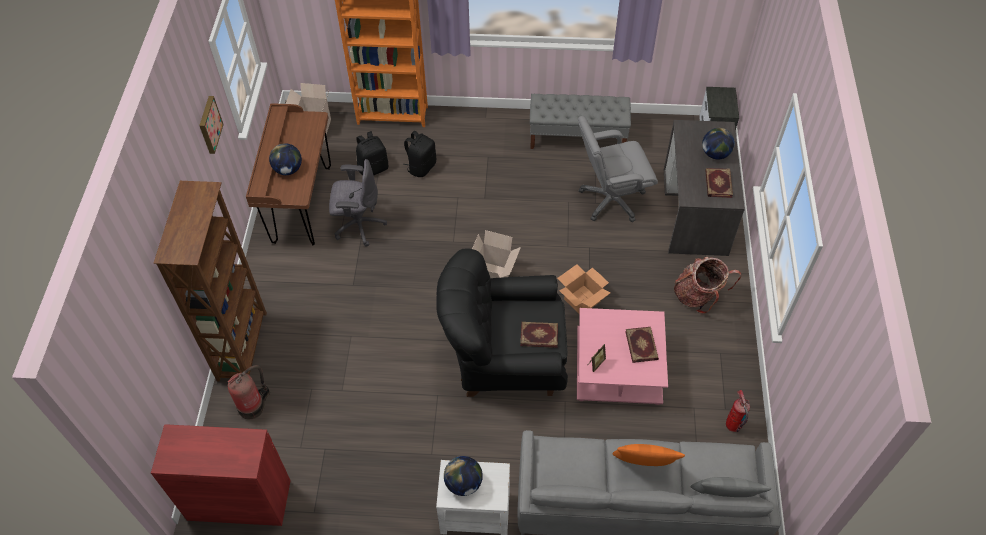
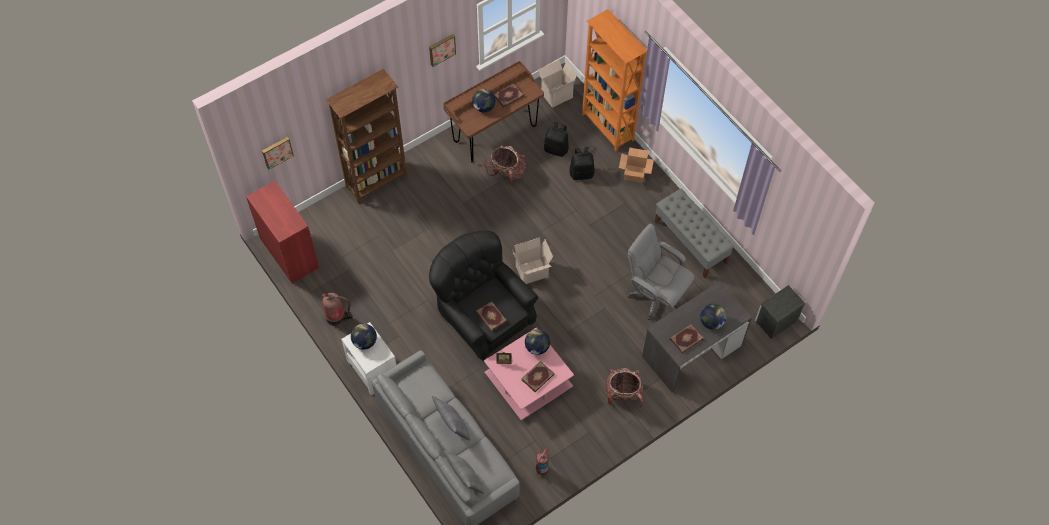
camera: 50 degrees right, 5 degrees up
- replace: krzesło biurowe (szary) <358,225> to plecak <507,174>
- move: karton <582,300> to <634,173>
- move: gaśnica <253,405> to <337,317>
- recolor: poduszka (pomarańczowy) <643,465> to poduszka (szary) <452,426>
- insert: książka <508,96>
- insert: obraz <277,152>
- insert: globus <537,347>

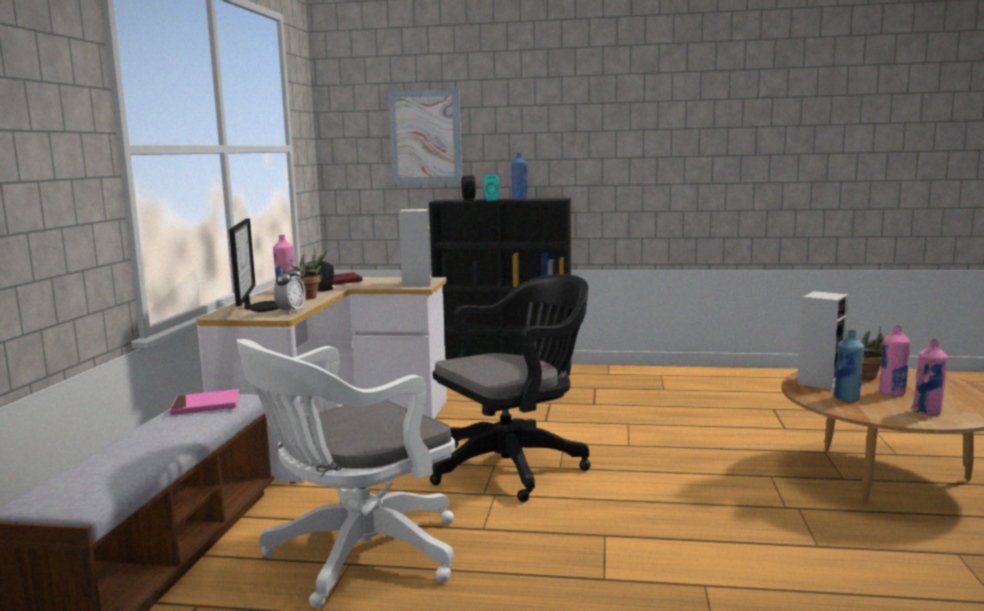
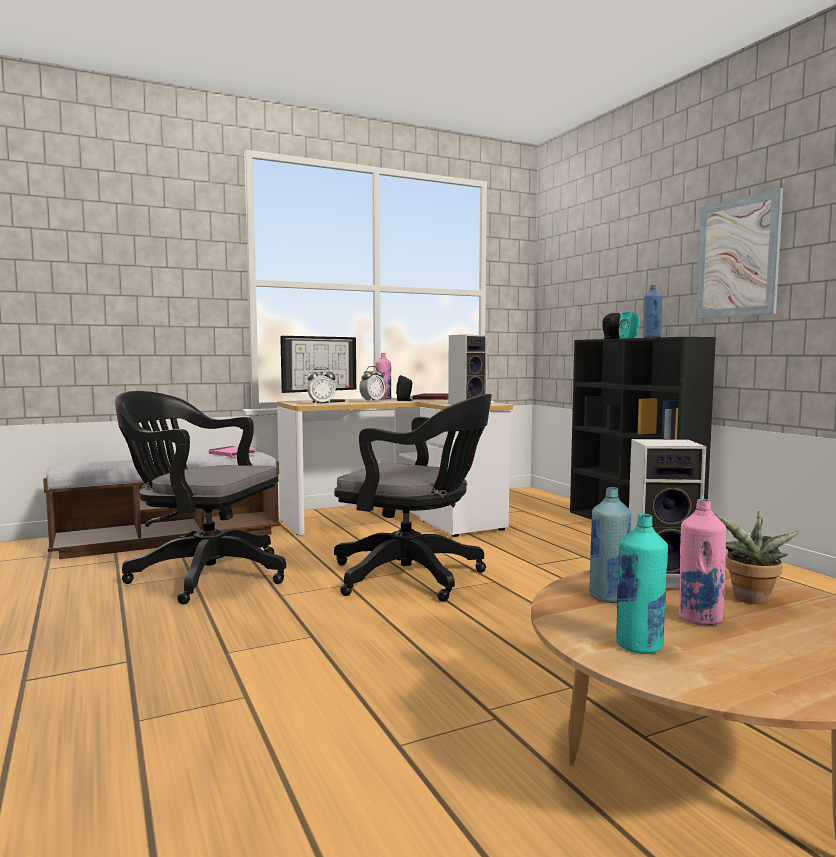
camera: 55 degrees right, 5 degrees down
- move: obraz <425,137> to <737,258>
- replace: roślina doniczkowa <310,297> to budzik <372,401>
- recolor: krzesło biurowe (biały) <356,557> to krzesło biurowe (czarny) <202,575>
- recolor: butelka (różowy) <927,412> to butelka (turkusowy) <639,646>

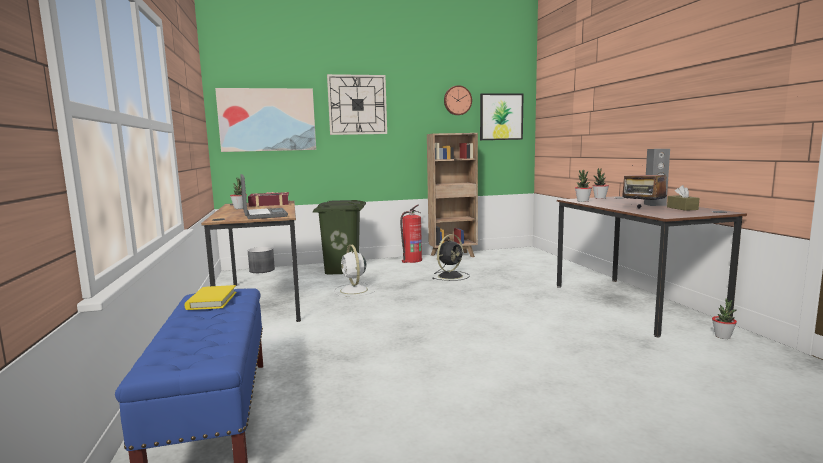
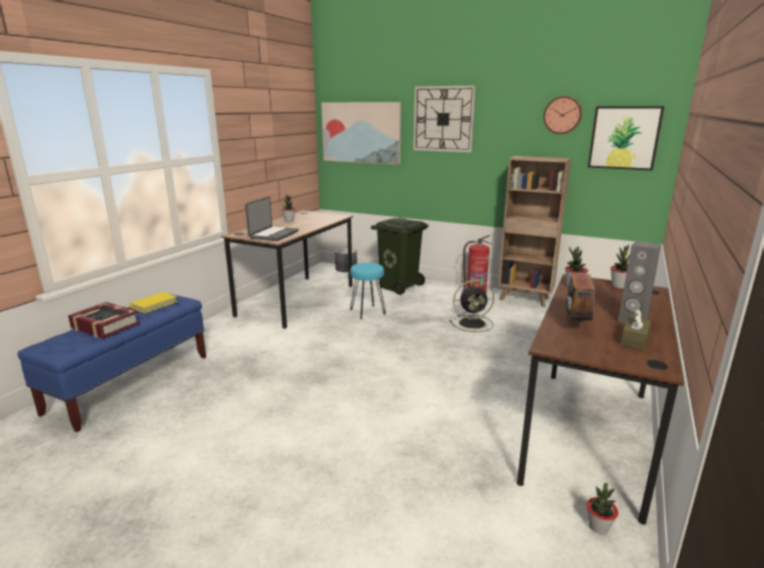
camera: 40 degrees right, 10 degrees up
- move: książka <270,204> to <105,326>
- replace: wentylator (biały) <354,290> to stołek (turkusowy) <367,312>

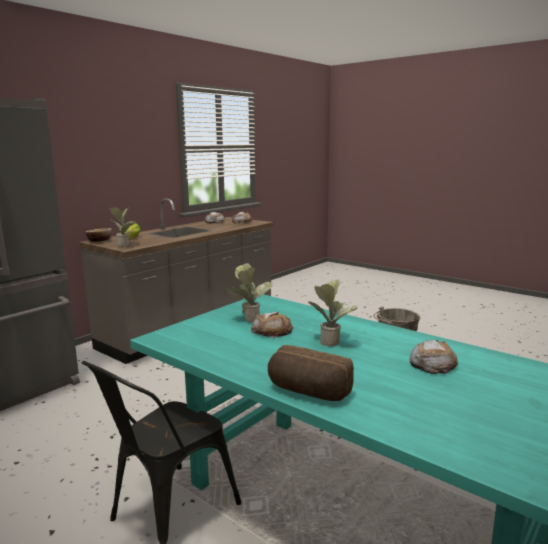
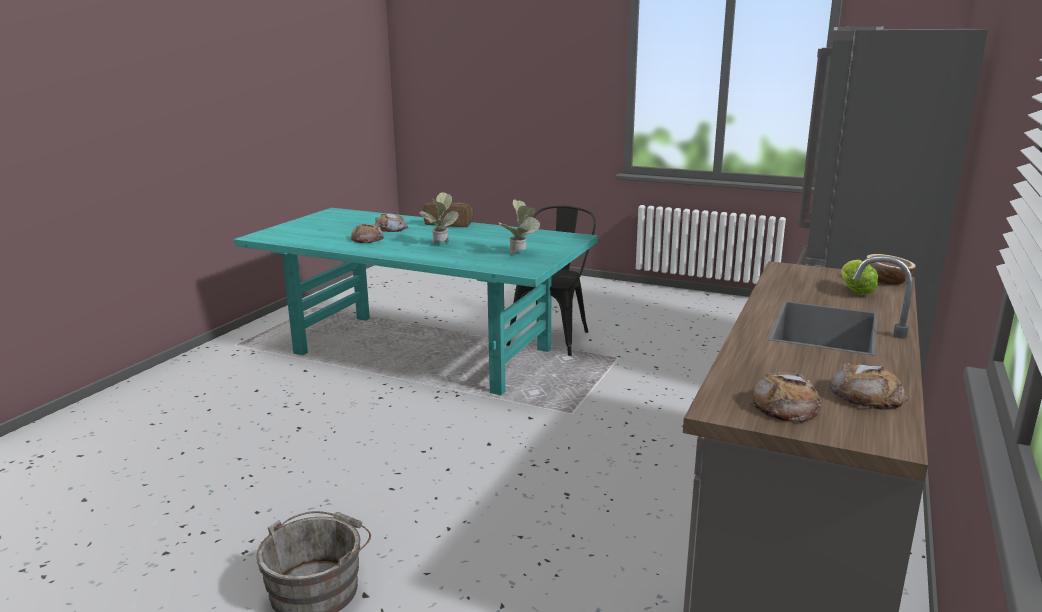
camera: 165 degrees right, 5 degrees up
- delete: roślina doniczkowa <125,245>
- move: chleb <272,330> to <390,228>

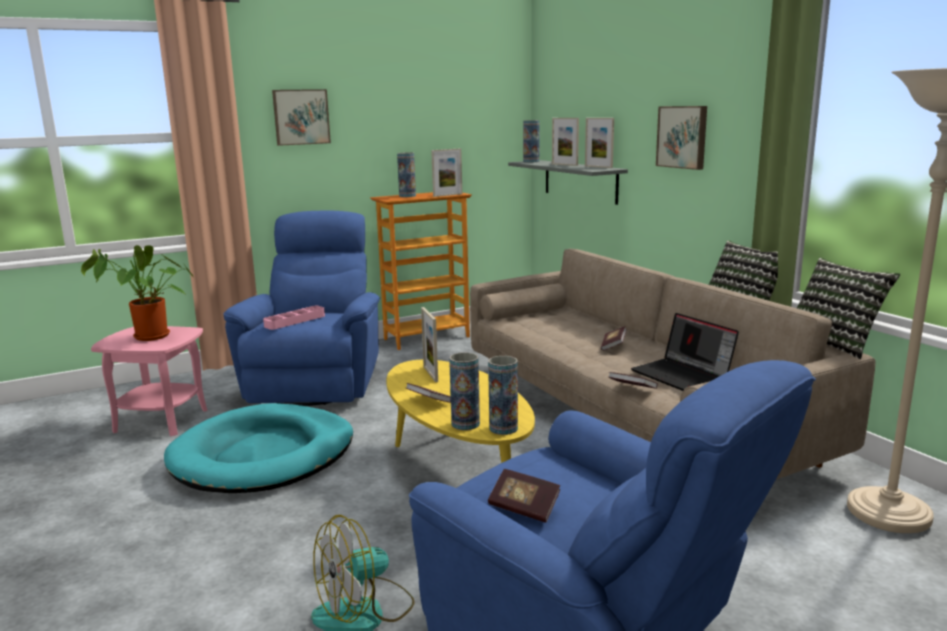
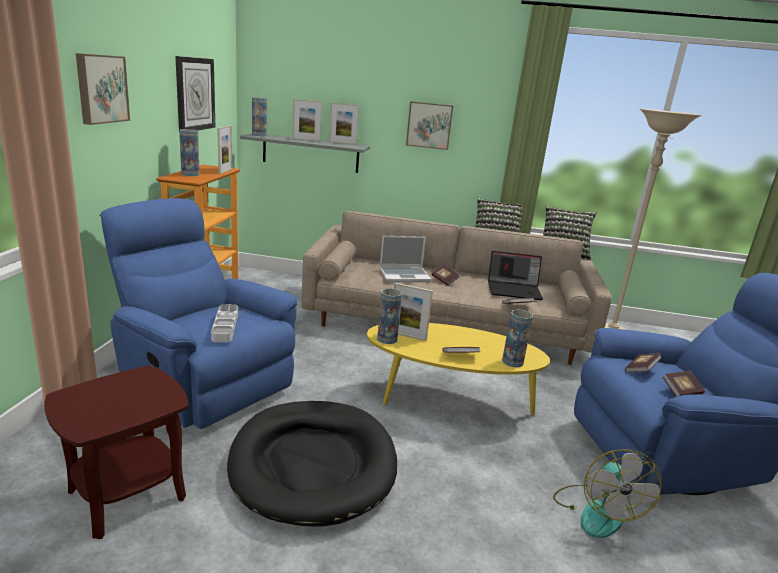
camera: 55 degrees left, 5 degrees up
- delete: roślina doniczkowa <148,337>
- recolor: taca (różowy) <295,321> to taca (szary) <225,326>
- recolor: stolik (różowy) <161,420> to stolik (brązowy) <127,493>
- move: wazon <503,428> to <387,339>
- recolor: legowisko (turkusowy) <264,455> to legowisko (czarny) <313,464>
- insert: zegar ścienny <195,94>
- insert: laptop <405,275>
- insert: książka <641,370>

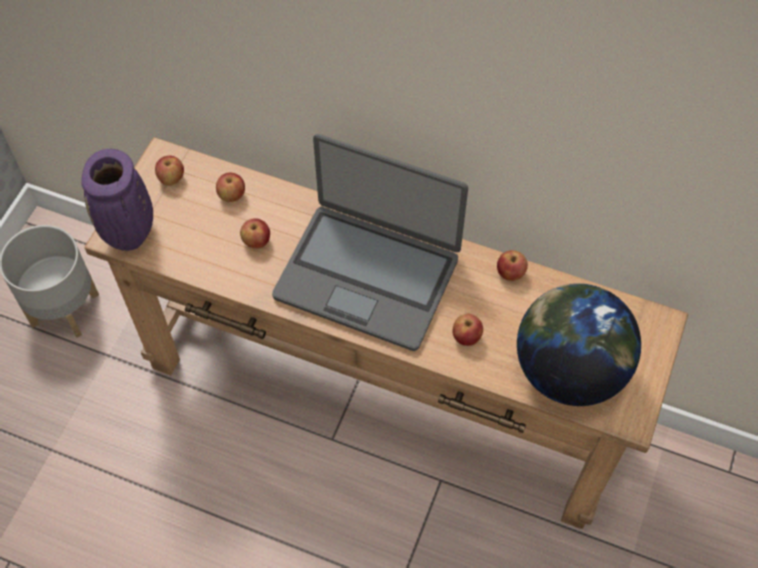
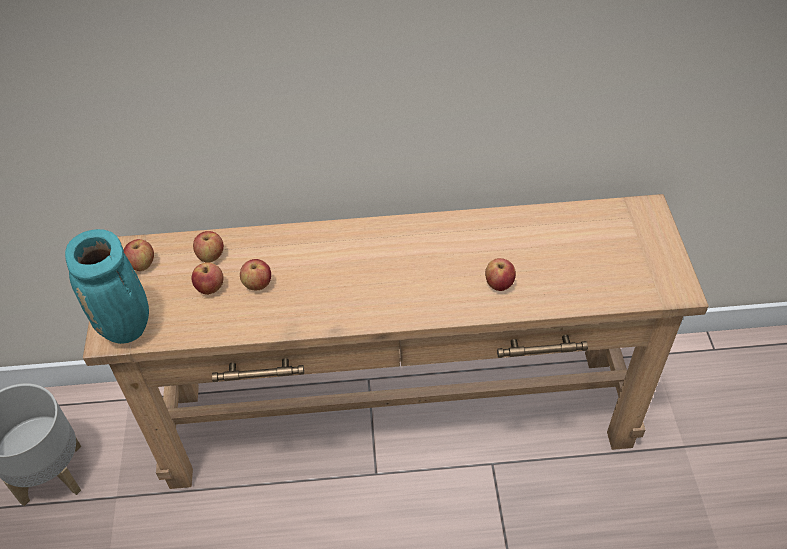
camera: 25 degrees left, 10 degrees down
- delete: laptop <368,275>
- recolor: wazon (fioletowy) <131,235> to wazon (turkusowy) <127,327>
- move: jabłko <510,273> to <210,288>
- delete: globus <568,370>

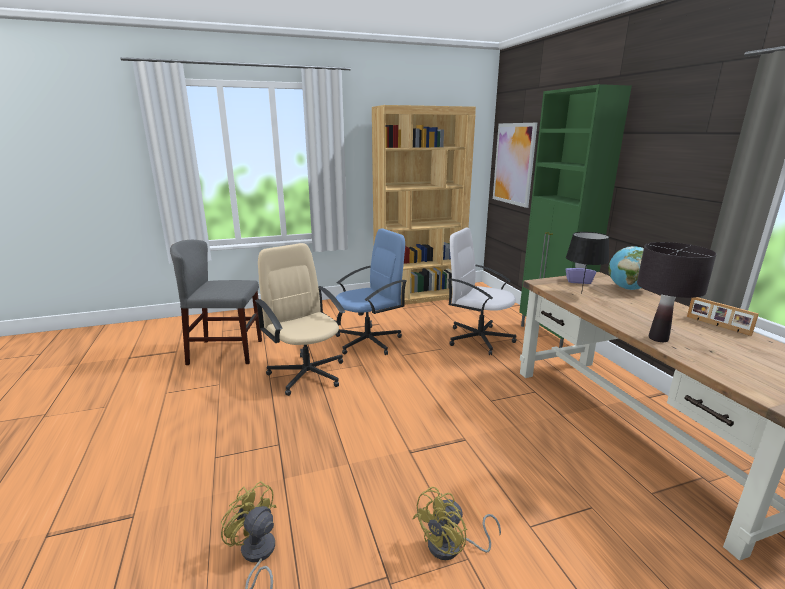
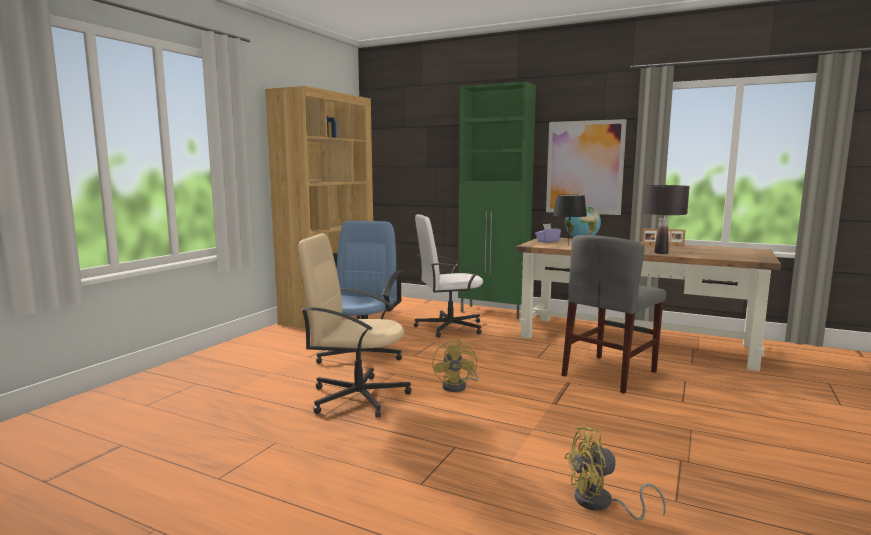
camera: 45 degrees left, 10 degrees down
- move: obraz <514,164> to <584,167>
- move: krzesło (szary) <226,352> to <609,373>
- move: wentylator (żółty) <452,547> to <458,386>

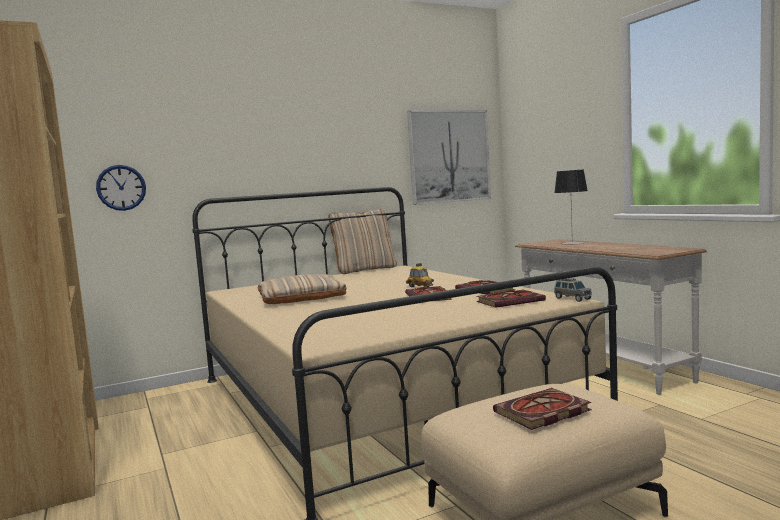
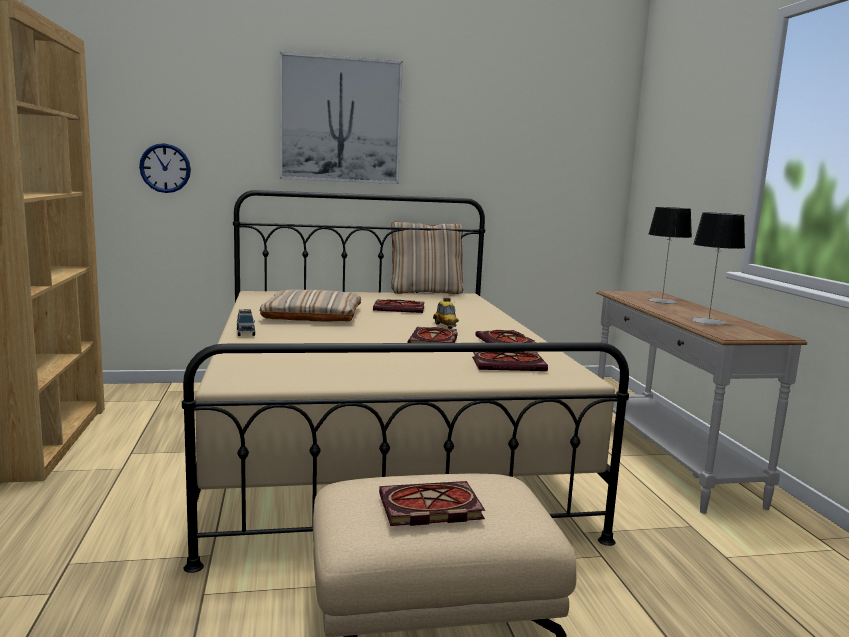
camera: 15 degrees right, 5 degrees up
- move: obraz <449,156> to <340,120>
- move: samochodzik (szary) <572,298> to <245,332>
- insert: lampa stołowa <708,321>
- insert: książka <400,309>

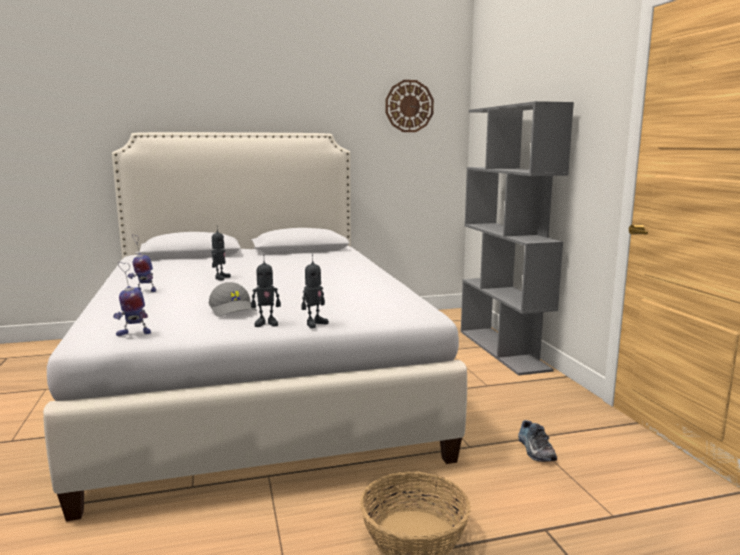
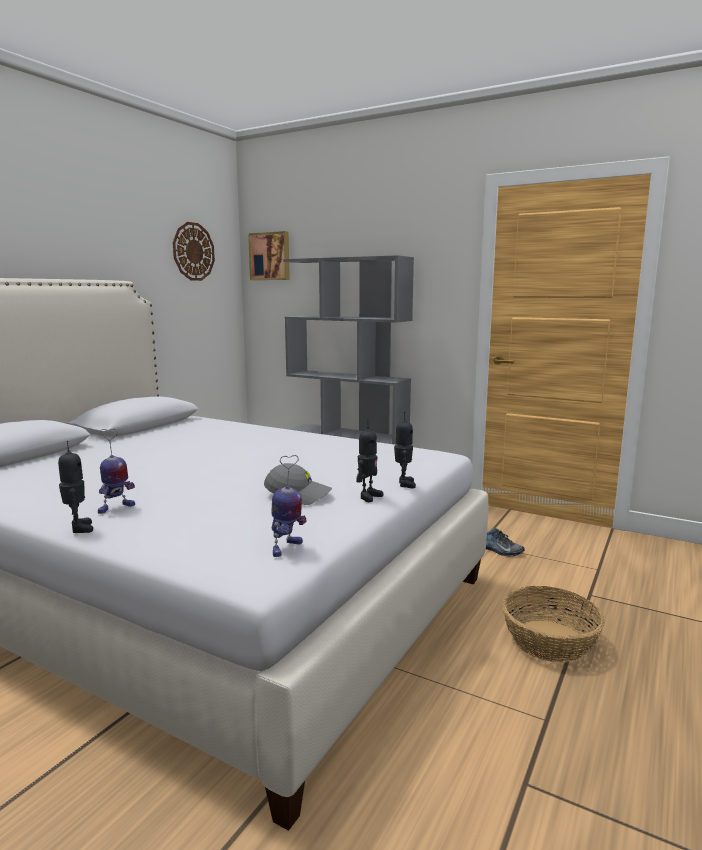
camera: 45 degrees left, 0 degrees up
- move: robot zabawkowy <220,278> to <78,528>
- insert: obraz <270,256>

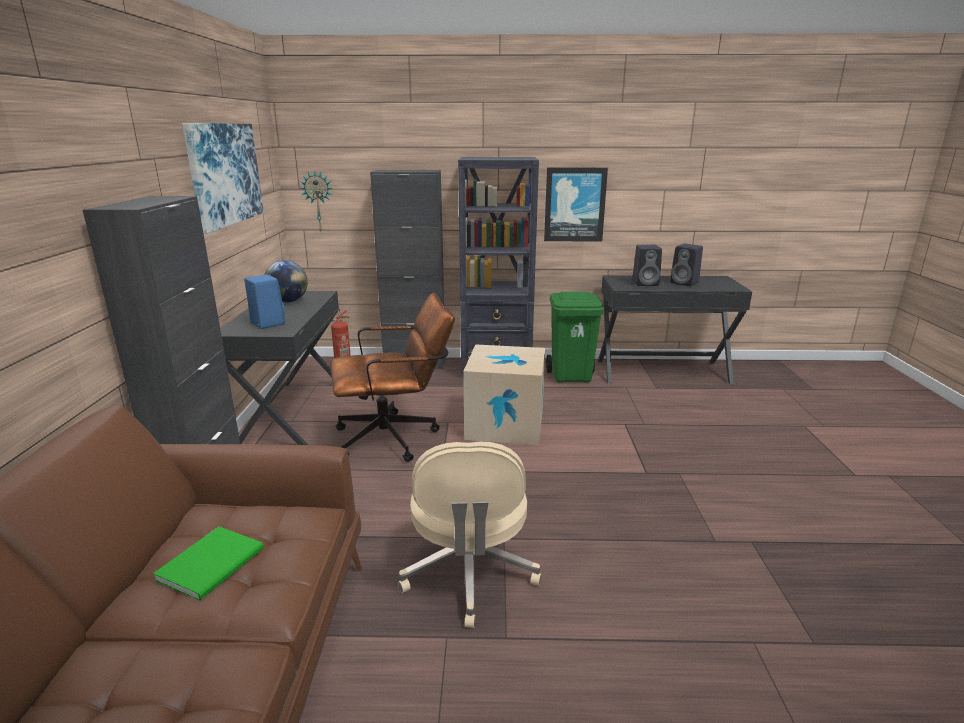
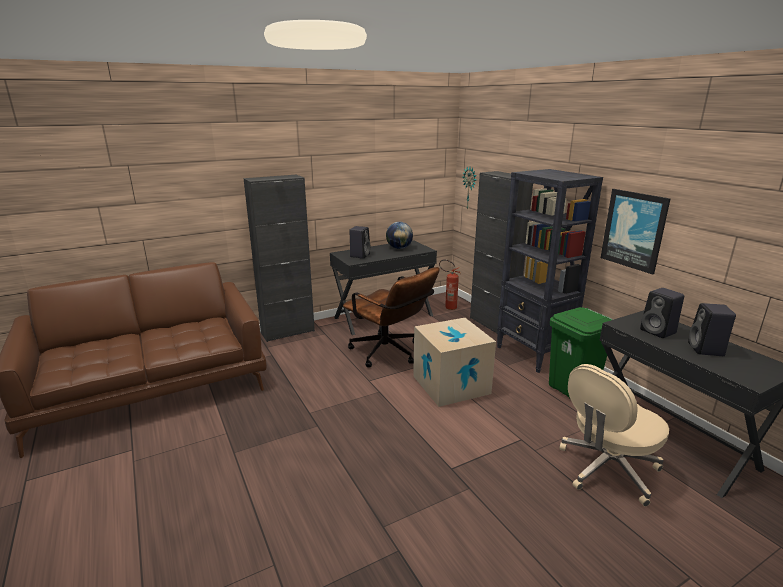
camera: 60 degrees right, 0 degrees up
- delete: obraz <225,174>
- recolor: głośnik (niebieski) <267,323> to głośnik (czarny) <360,255>
- move: krzesło biurowe (beżowy) <469,573> to <607,469>
- delete: książka (zielony) <215,563>

